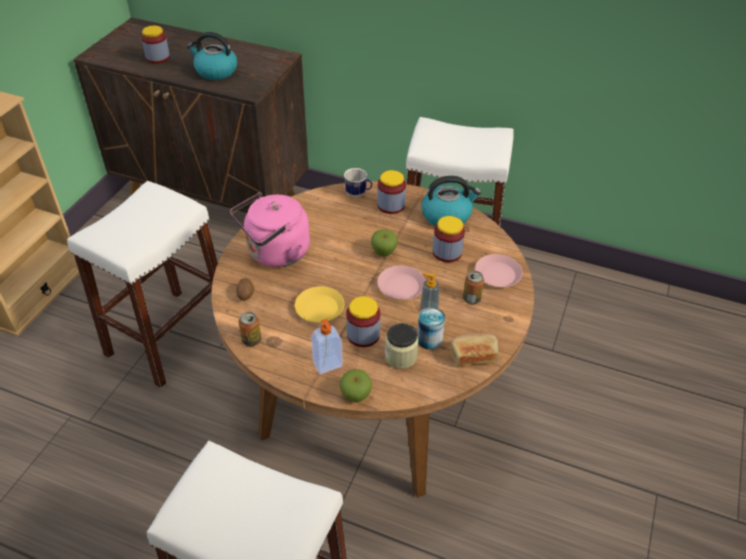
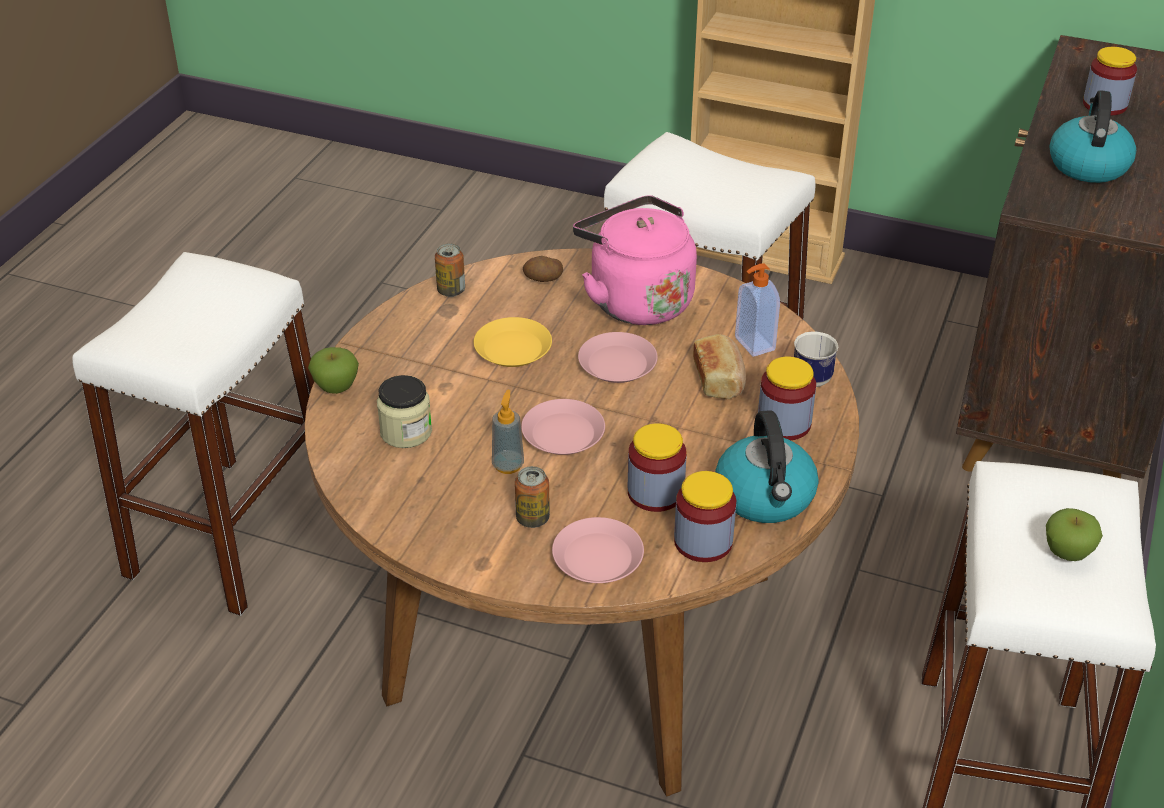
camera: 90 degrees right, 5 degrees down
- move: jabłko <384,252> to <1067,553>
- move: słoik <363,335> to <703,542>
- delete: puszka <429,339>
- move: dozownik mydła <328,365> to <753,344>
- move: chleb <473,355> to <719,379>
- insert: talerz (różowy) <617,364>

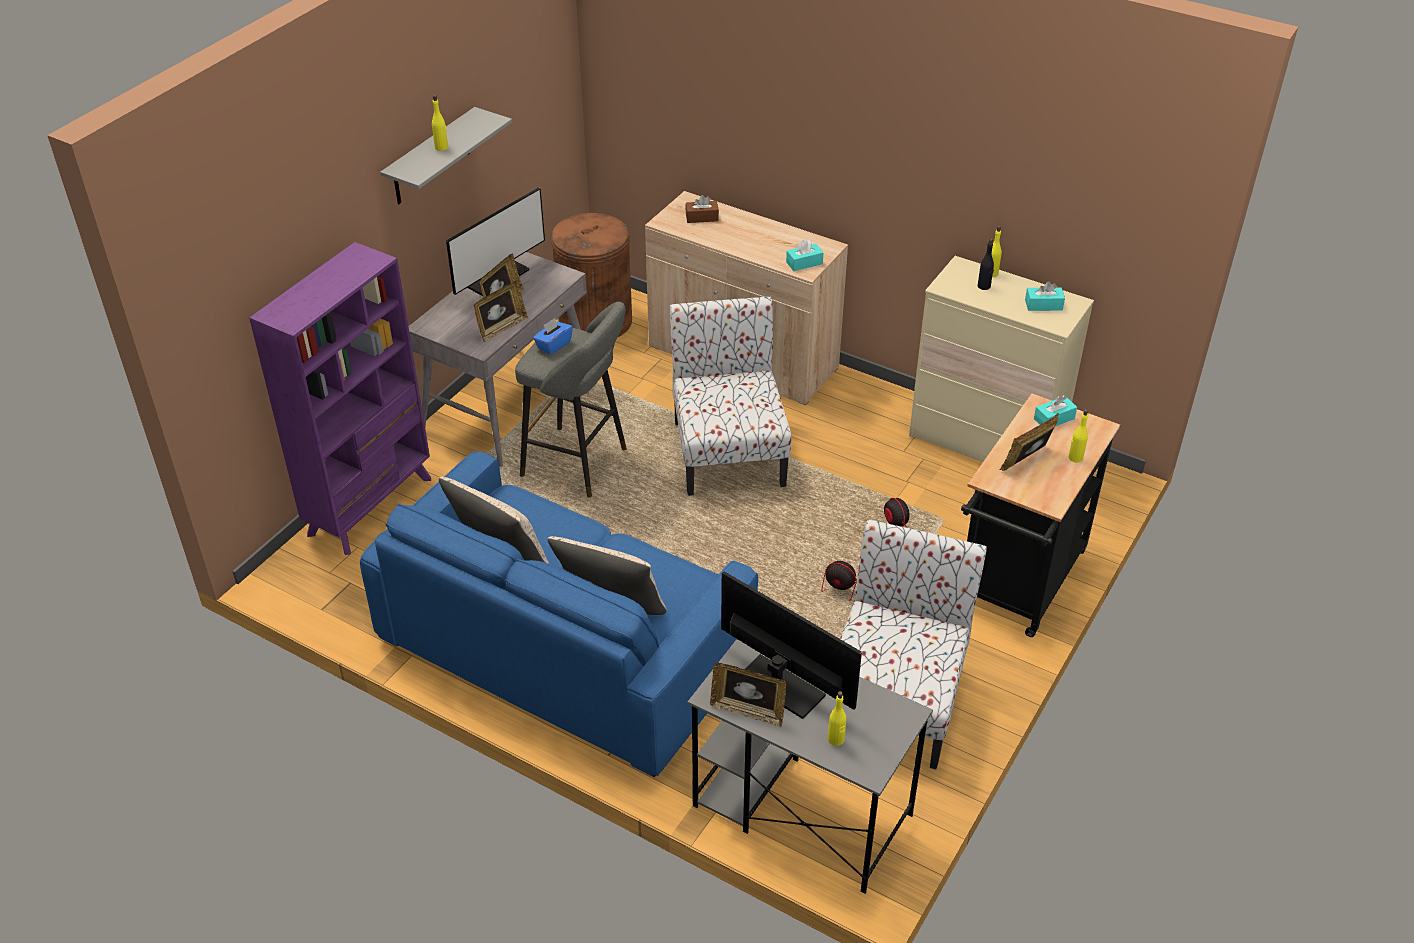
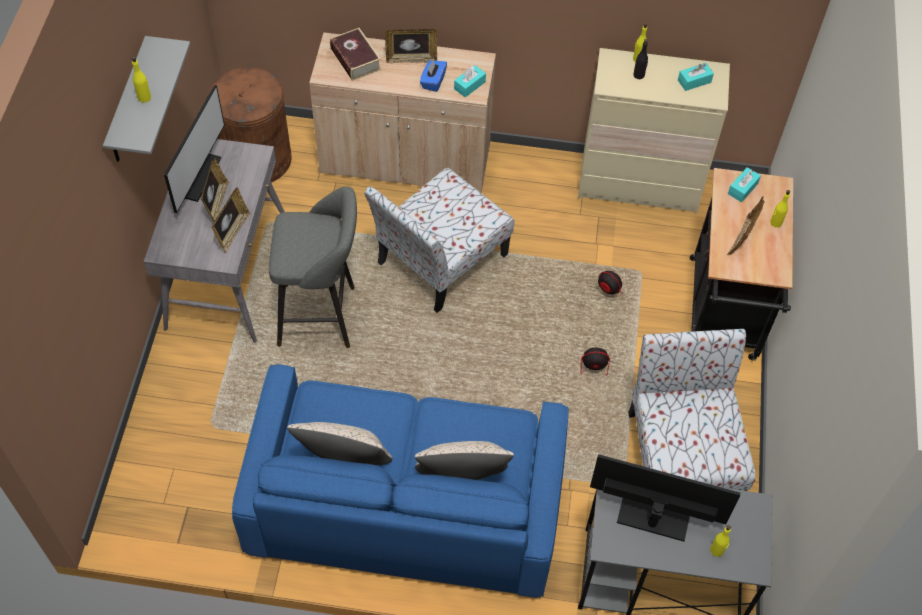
camera: 25 degrees left, 15 degrees up
- replace: pudełko chusteczek (brązowy) <702,217> to książka <355,59>
- delete: regał (fioletowy) <371,506>
- rotate: krzesło <728,450> = <440,260> 105 degrees counterclockwise
- move: pudełko chusteczek (niebieski) <553,345> to <433,81>
- move: ramka na zdjęcie <748,711> to <411,59>

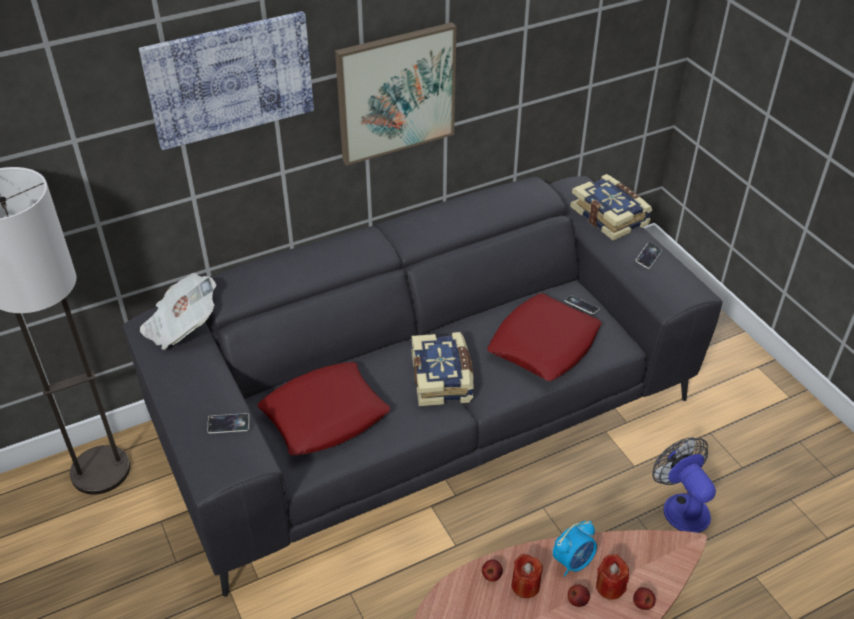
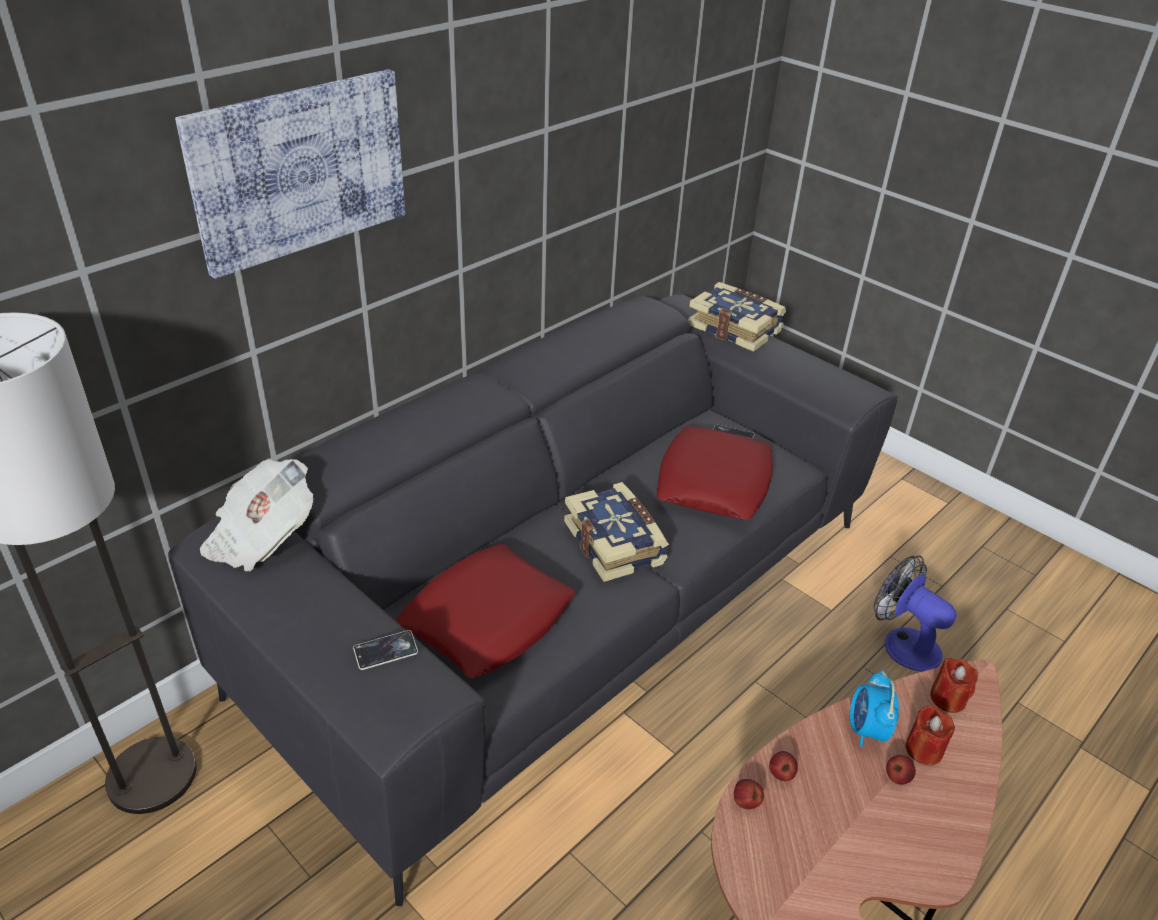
camera: 20 degrees left, 5 degrees down
- delete: obraz <396,93>
- delete: telefon <648,257>
- rotate: budzik <573,562> = <866,730> 150 degrees clockwise
- move: świeca (czerwony) <525,585> to <947,698>
- move: jabłko <642,604> to <745,802>

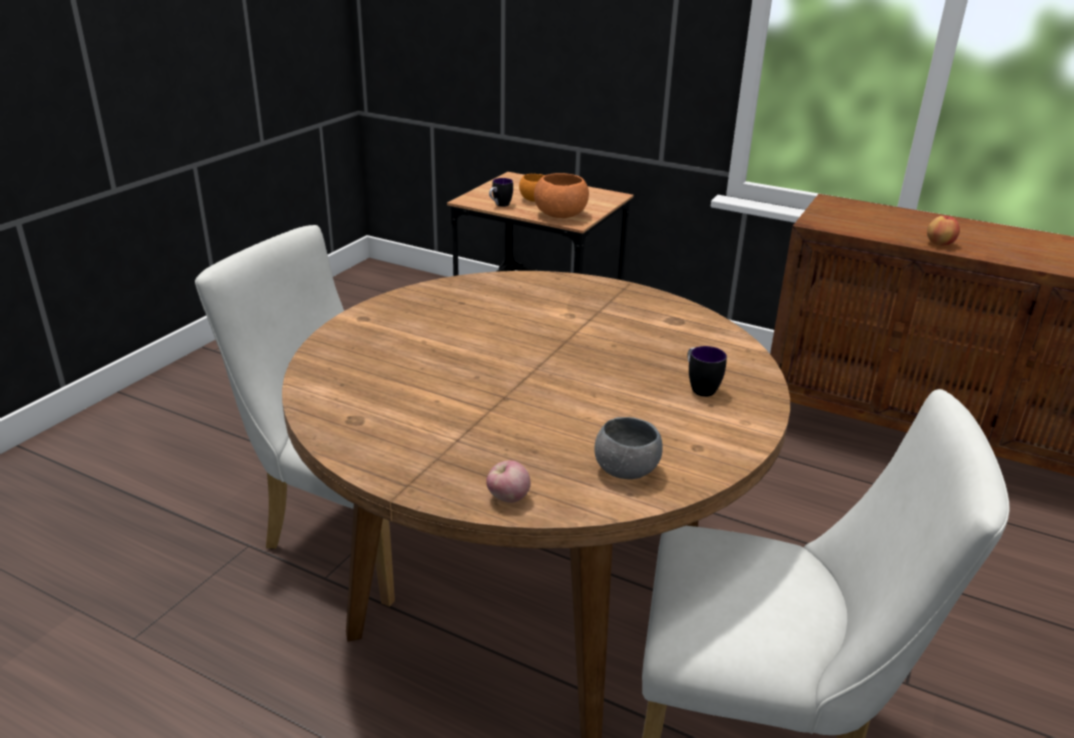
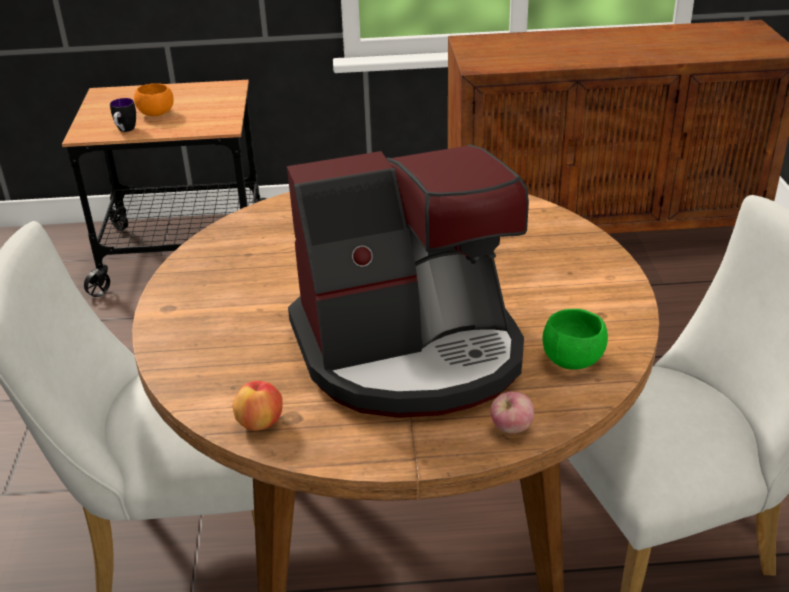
camera: 30 degrees left, 5 degrees up
- delete: miska (pomarańczowy) <561,215>
- move: jabłko <939,244> to <260,422>
- delete: kubek <699,387>
- recolor: miska (szary) <626,470> to miska (zielony) <572,359>
- insert: ekspres do kawy <411,351>

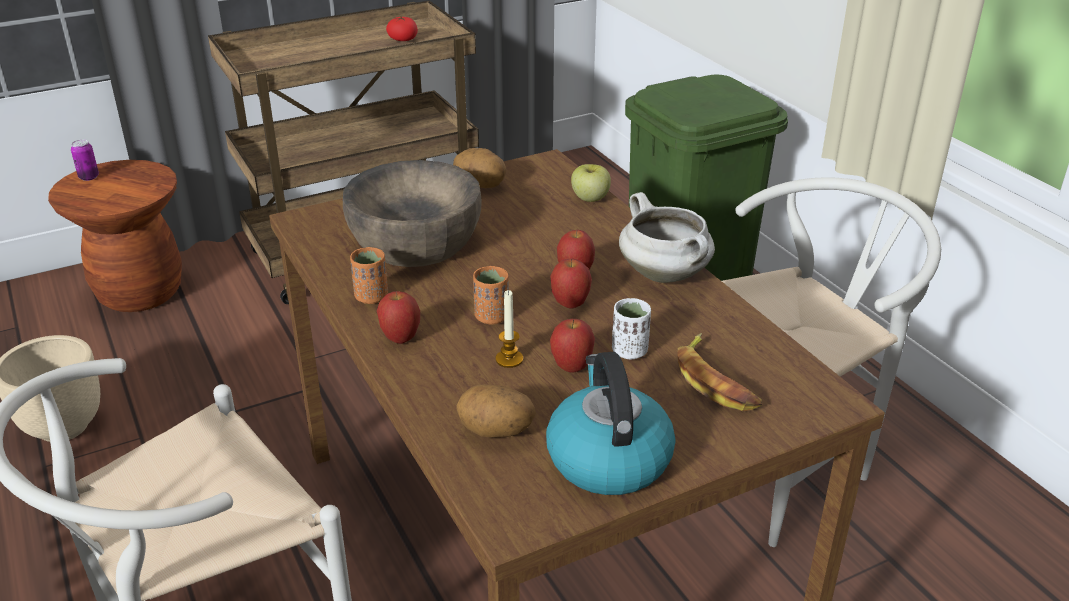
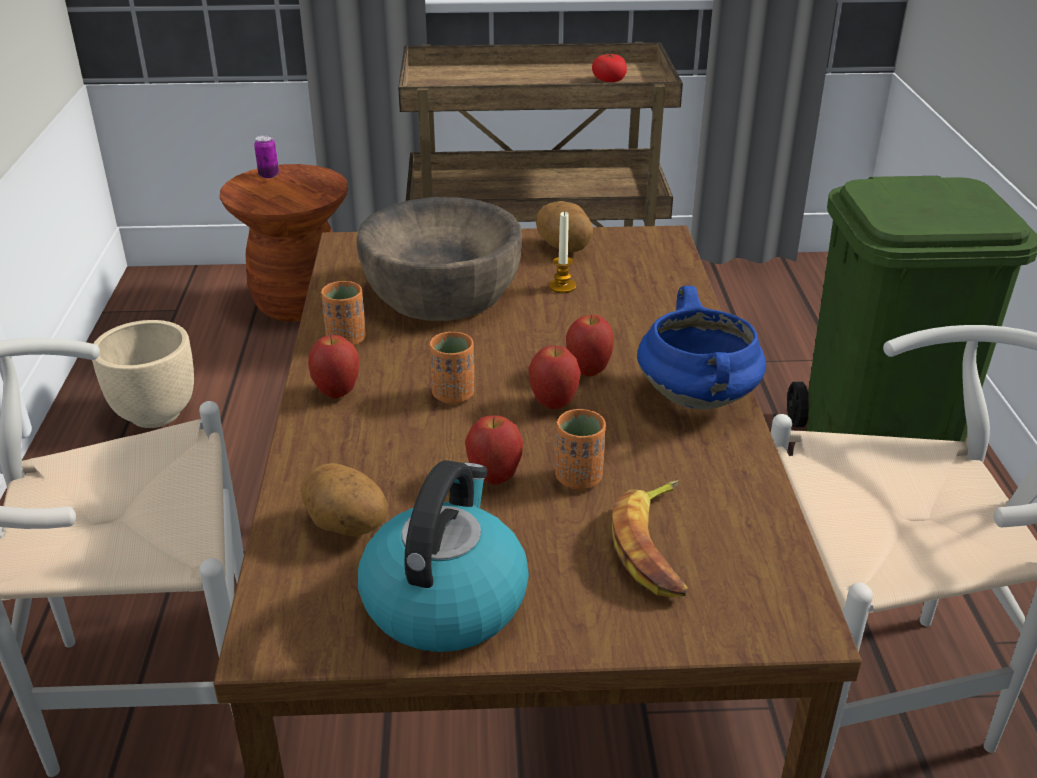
camera: 25 degrees right, 0 degrees up
- delete: jabłko <590,198>
- recolor: garnek (biały) <666,275> to garnek (niebieski) <699,399>
- move: świeca <509,359> to <562,286>
- recolor: filiżanka (biały) <629,351> to filiżanka (pomarańczowy) <579,478>

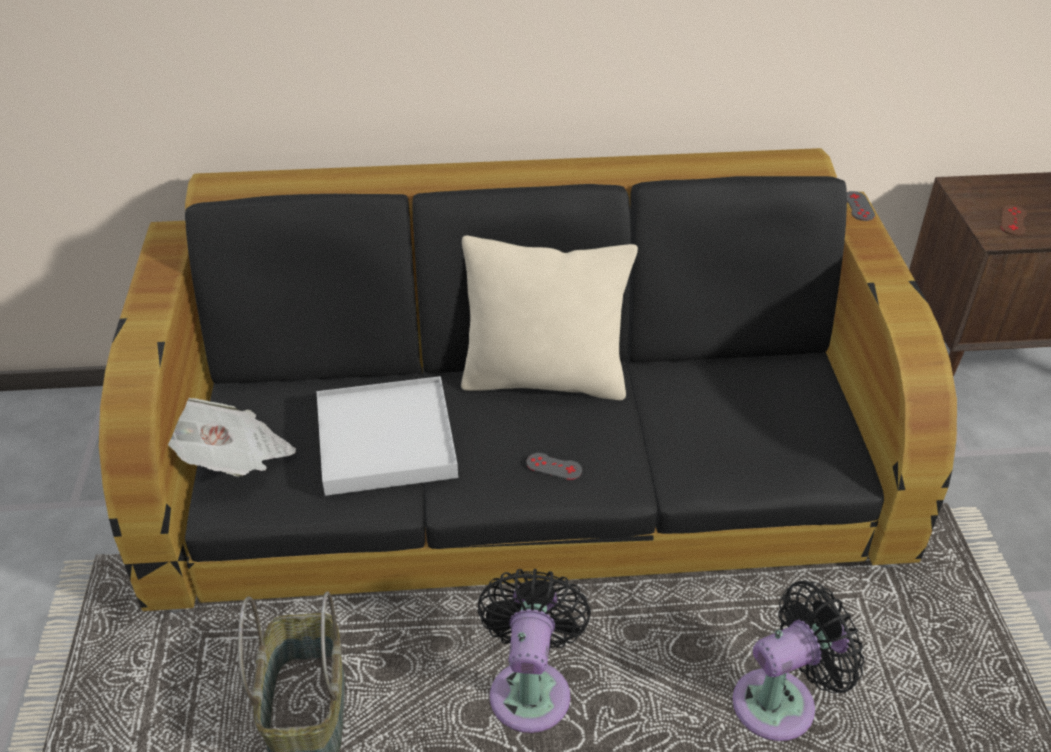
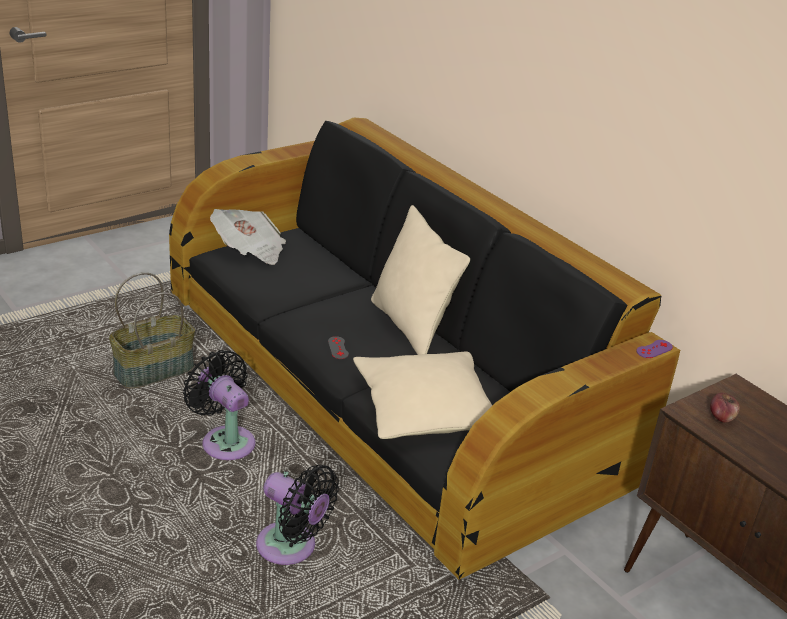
camera: 55 degrees right, 10 degrees down
- recolor: pad do gier (szary) <858,206> to pad do gier (fioletowy) <654,349>
- replace: pad do gier (brązowy) <1013,220> to jabłko <721,417>
- delete: taca (biały) <385,441>
- rotate: wentylator (czarny) <531,688> = <225,441> 105 degrees counterclockwise
- insert: poduszka (beżowy) <424,411>

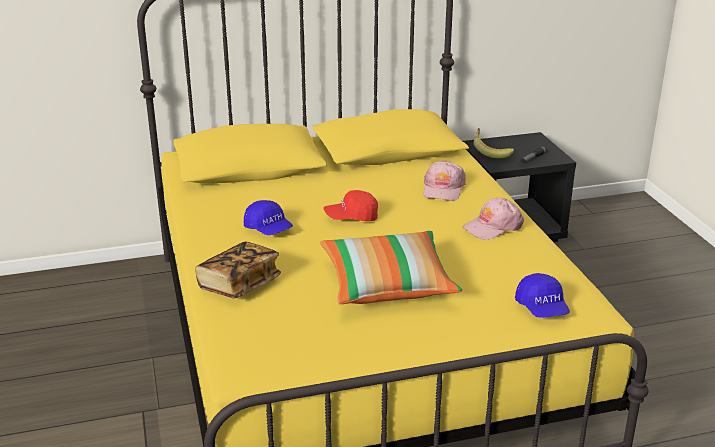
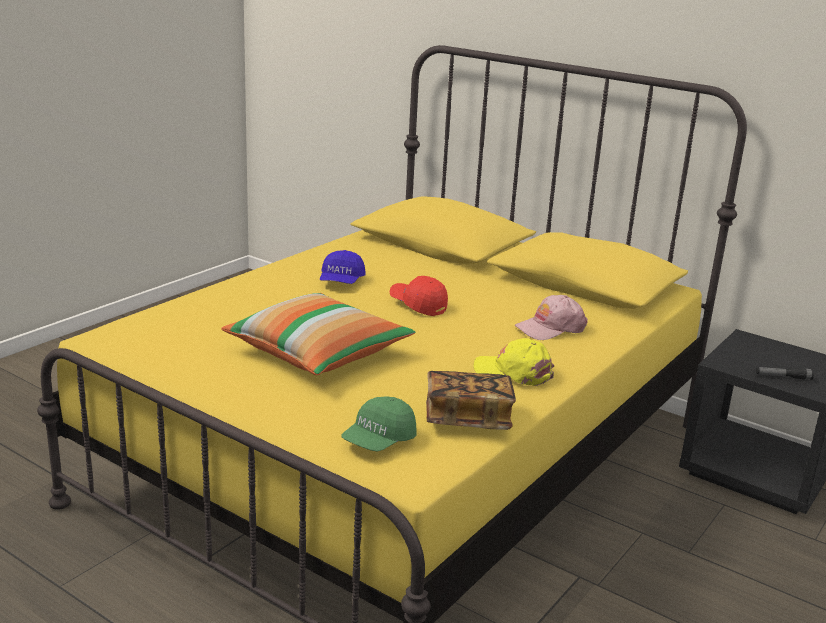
camera: 50 degrees right, 5 degrees down
- delete: banan <491,152>
- recolor: czapka z daszkiem (różowy) <493,226> to czapka z daszkiem (żółty) <514,372>
- move: książka <239,285> to <467,419>
- recolor: czapka z daszkiem (niebieski) <542,308> to czapka z daszkiem (zielony) <379,441>

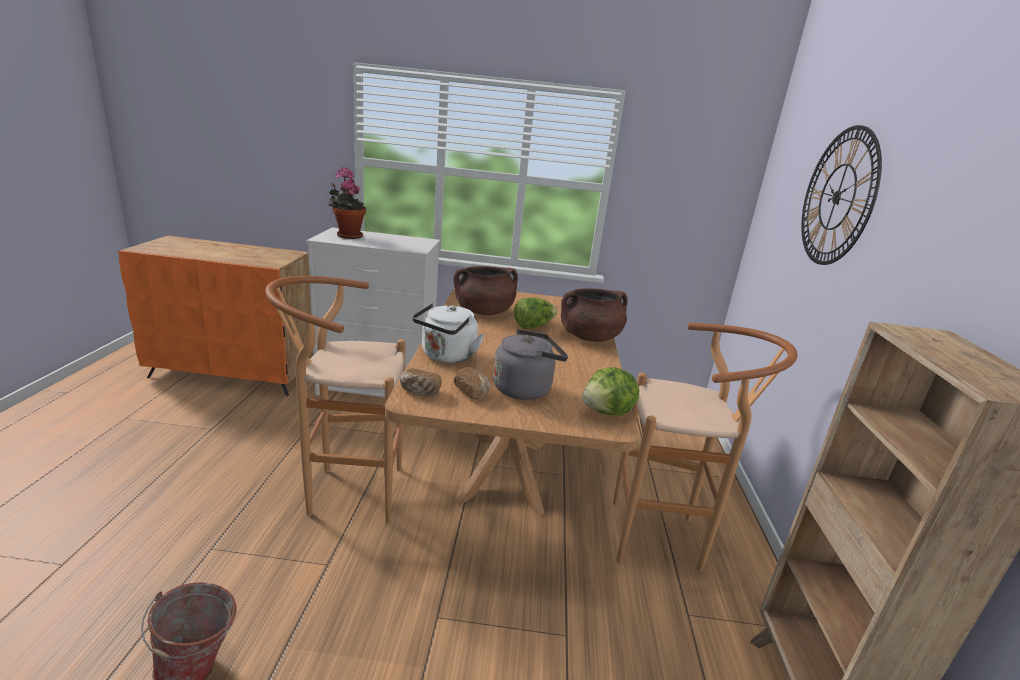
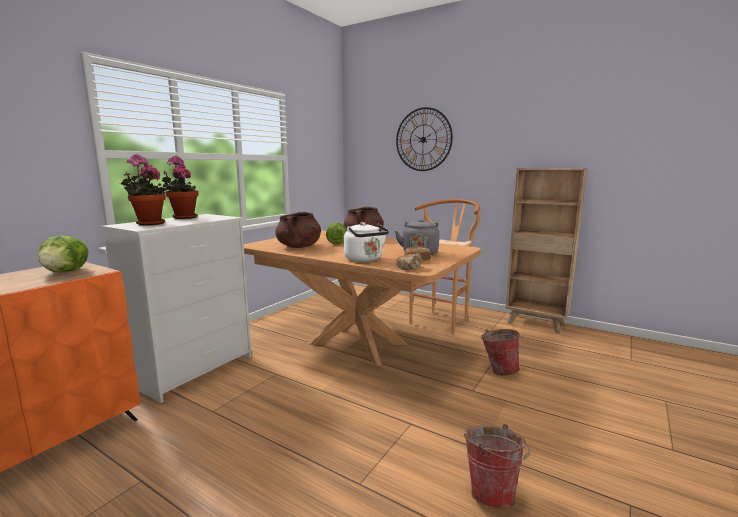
camera: 60 degrees left, 10 degrees down
- delete: stołek (brązowy) <346,492>
- move: sałata <607,412> to <67,271>
- insert: roślina doniczkowa <183,217>
- insert: wiadro <498,370>

